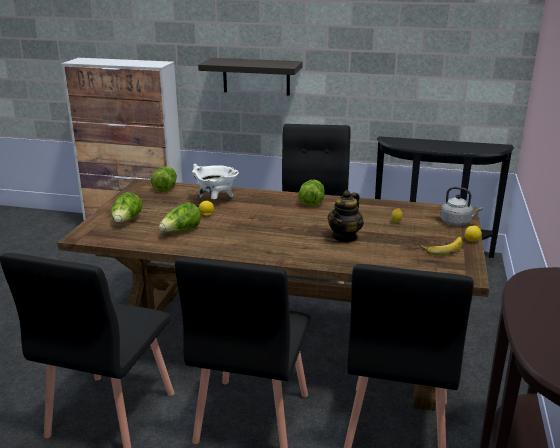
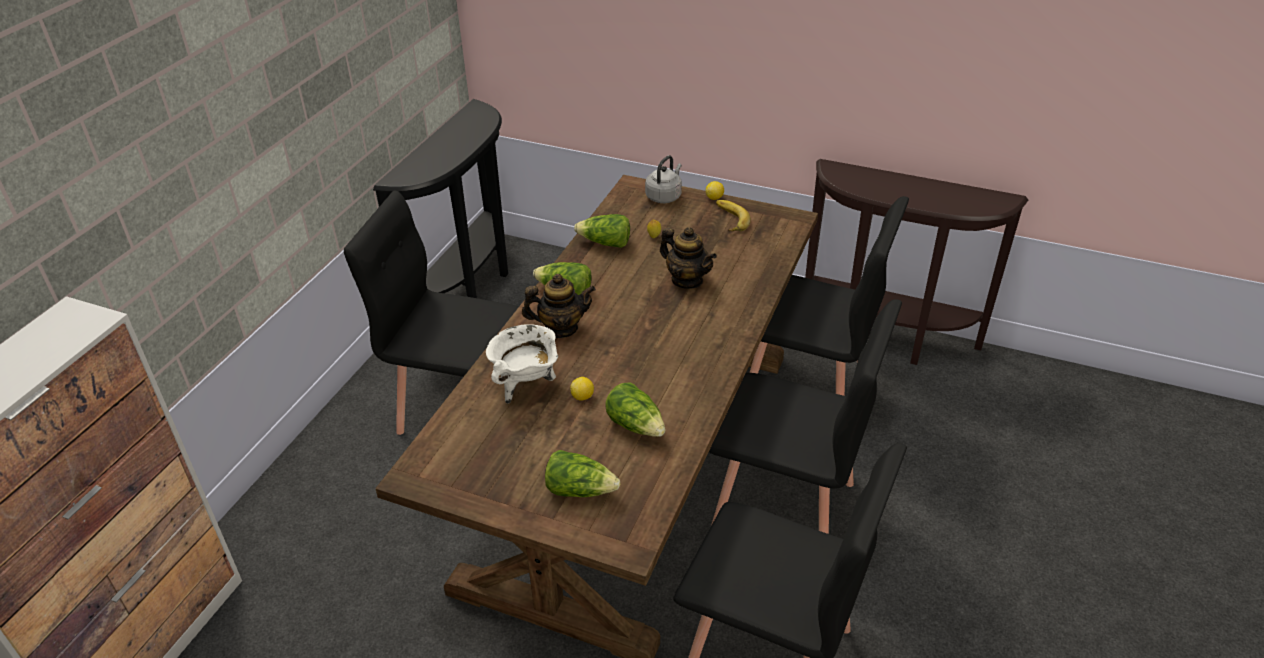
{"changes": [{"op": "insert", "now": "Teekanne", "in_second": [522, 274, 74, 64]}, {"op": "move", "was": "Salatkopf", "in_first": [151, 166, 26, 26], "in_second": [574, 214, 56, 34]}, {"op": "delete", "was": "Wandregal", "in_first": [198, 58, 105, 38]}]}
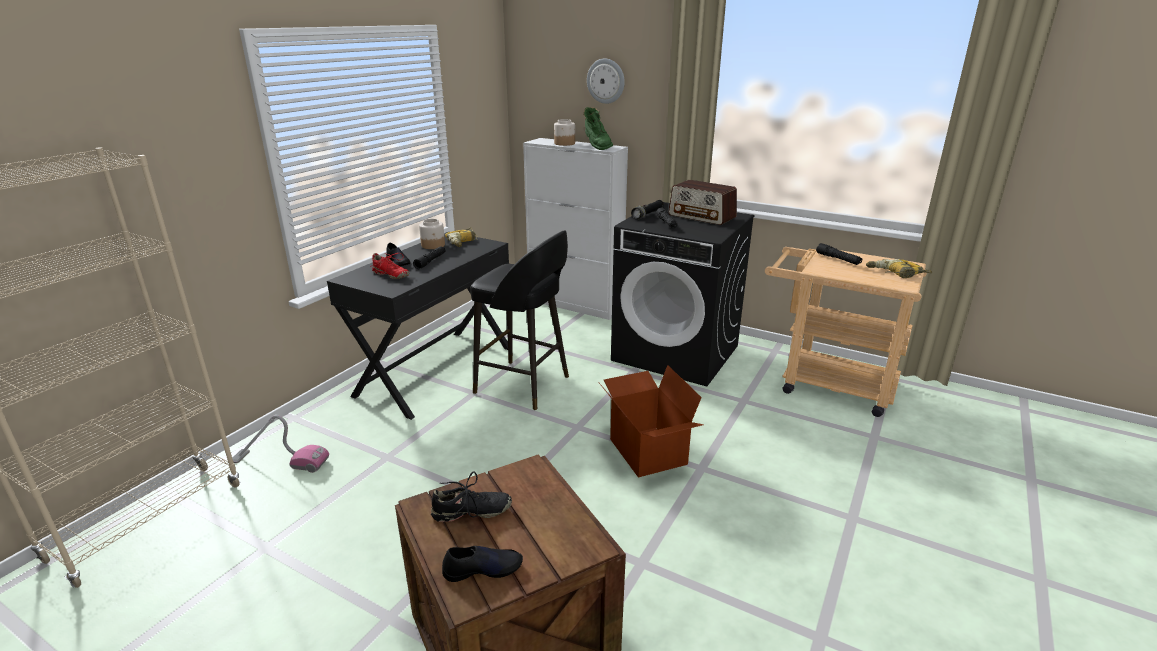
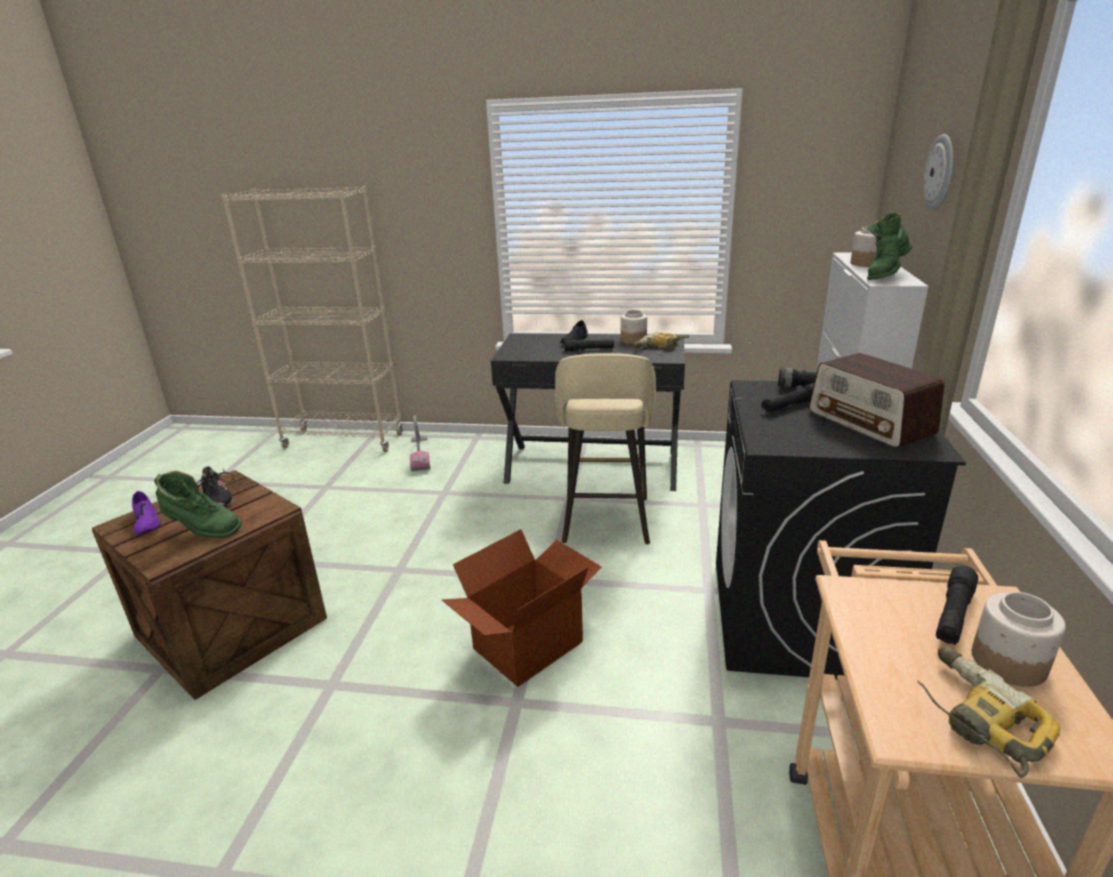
{"changes": [{"op": "recolor", "was": "Schuh (schwarz)", "now": "Schuh (lila)", "in_first": [442, 546, 81, 36], "in_second": [132, 491, 29, 43]}, {"op": "insert", "now": "Stiefel (grün)", "in_second": [154, 471, 88, 67]}, {"op": "recolor", "was": "Hocker (schwarz)", "now": "Hocker (beige)", "in_first": [471, 231, 98, 179], "in_second": [555, 353, 101, 191]}, {"op": "rotate", "was": "Radio", "in_first": [668, 180, 69, 45], "in_second": [809, 353, 135, 95], "clockwise": -45}, {"op": "insert", "now": "Vorratsglas", "in_second": [972, 592, 94, 95]}, {"op": "delete", "was": "Schuh (rot)", "in_first": [370, 253, 39, 26]}]}
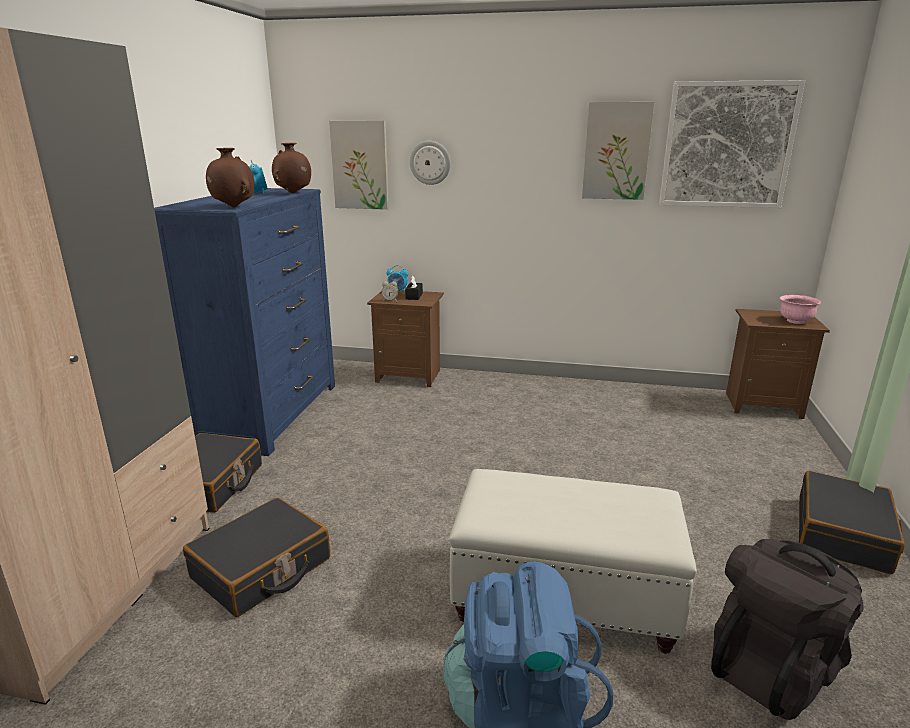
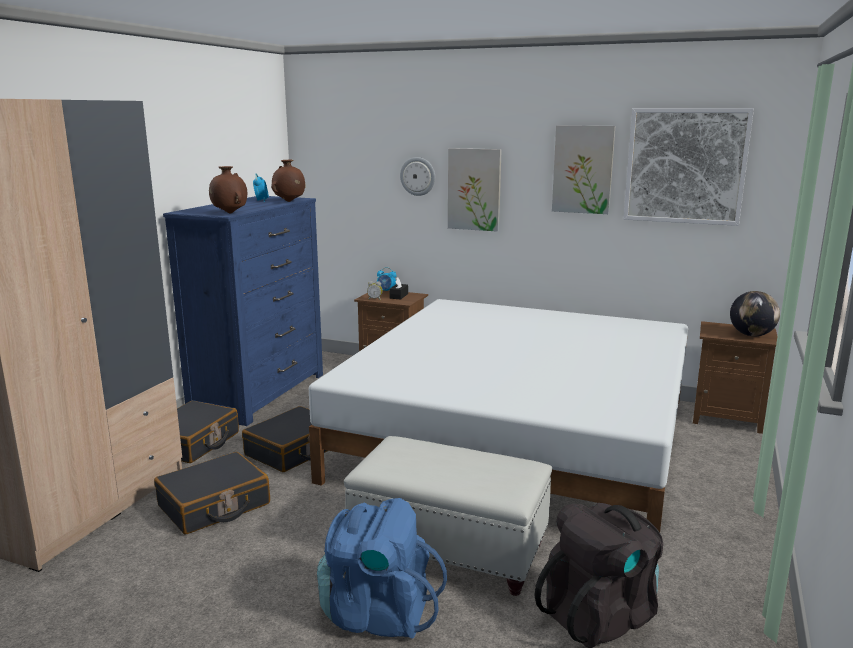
{"changes": [{"op": "move", "was": "Koffer (schwarz)", "in_first": [799, 471, 106, 103], "in_second": [242, 406, 86, 66]}, {"op": "insert", "now": "Bett (weiß)", "in_second": [309, 299, 379, 234]}, {"op": "move", "was": "Bild", "in_first": [329, 121, 60, 89], "in_second": [448, 148, 54, 84]}, {"op": "replace", "was": "Schüssel (rosa)", "now": "Globus", "in_first": [780, 295, 41, 29], "in_second": [730, 291, 50, 45]}]}
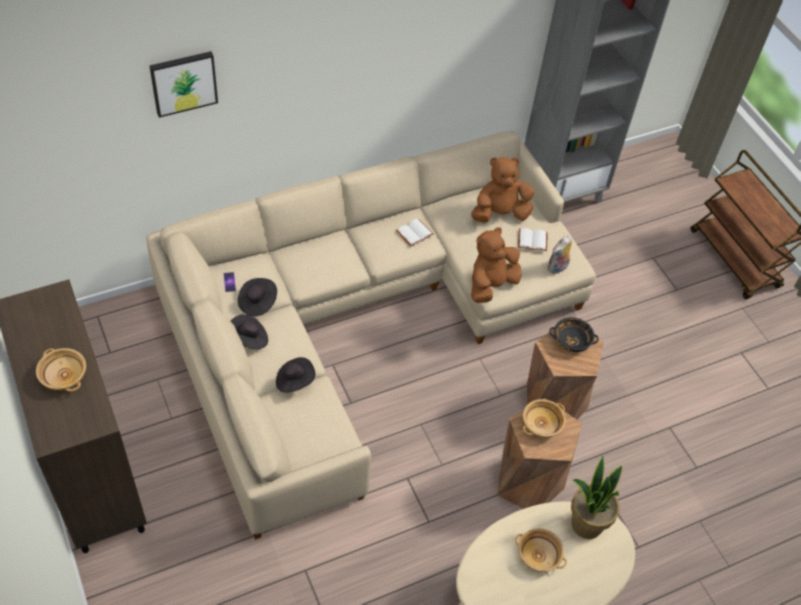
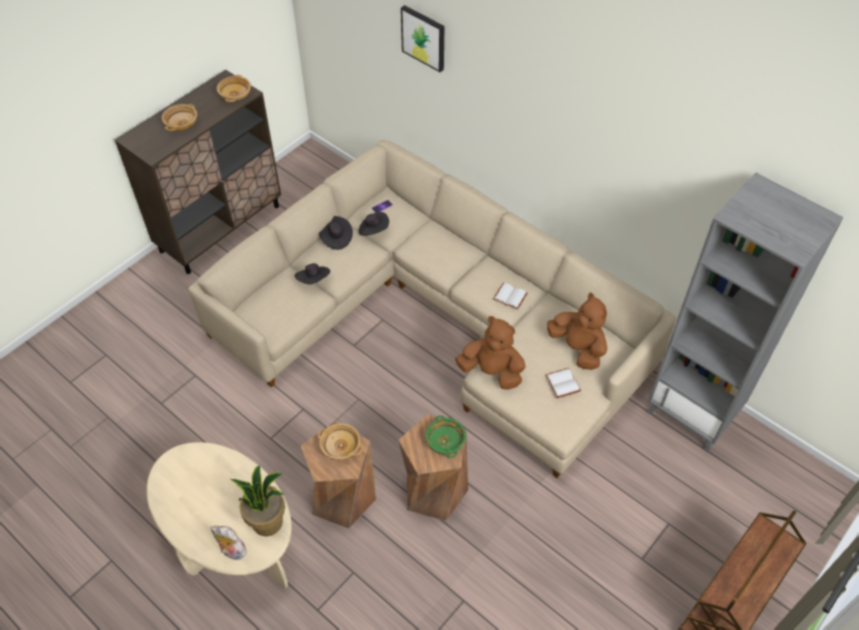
{"changes": [{"op": "move", "was": "Plüschtier", "in_first": [547, 236, 25, 38], "in_second": [210, 526, 37, 34]}, {"op": "move", "was": "Schüssel (beige)", "in_first": [515, 528, 52, 44], "in_second": [217, 75, 34, 27]}, {"op": "recolor", "was": "Schüssel (schwarz)", "now": "Schüssel (grün)", "in_first": [549, 317, 50, 35], "in_second": [426, 415, 40, 43]}]}
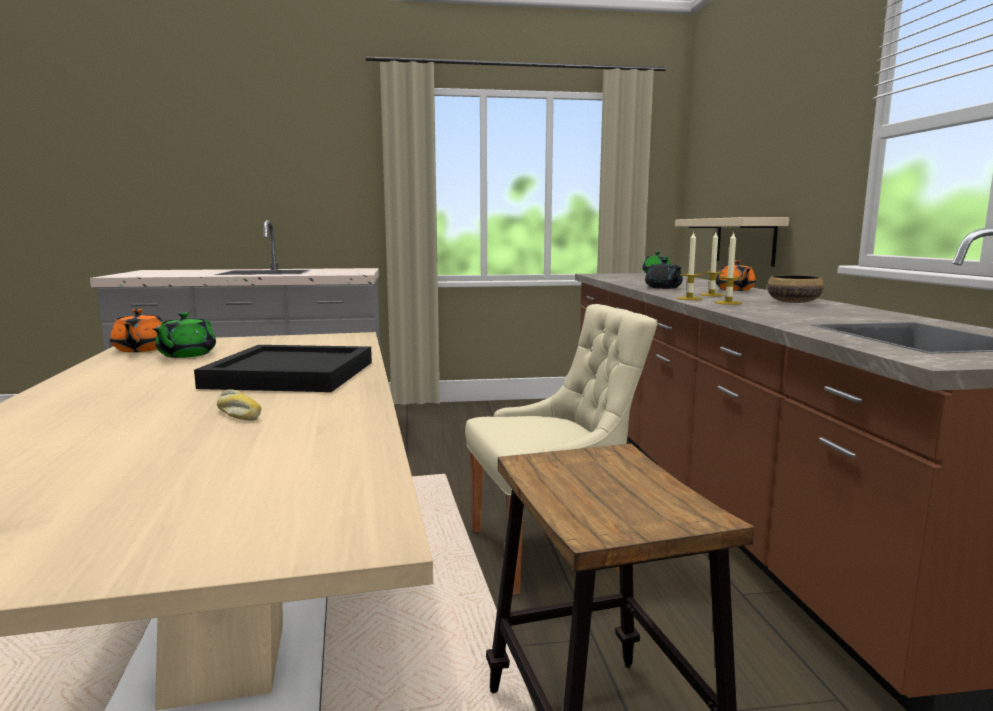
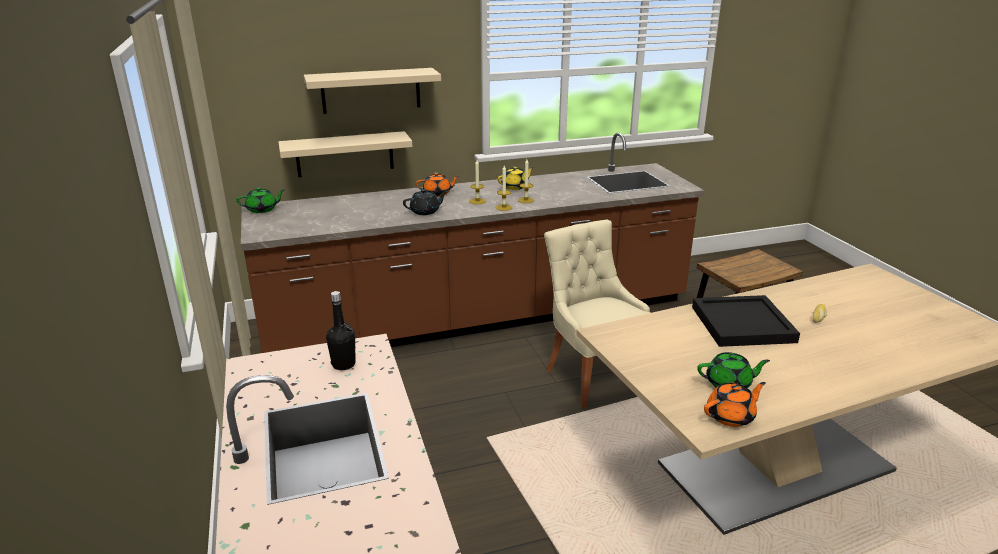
{"changes": [{"op": "insert", "now": "Wandregal (beige)", "in_second": [304, 68, 137, 46]}, {"op": "insert", "now": "Flasche (schwarz)", "in_second": [326, 291, 29, 79]}, {"op": "replace", "was": "Schüssel", "now": "Teekanne (gelb)", "in_first": [767, 275, 57, 28], "in_second": [498, 166, 36, 24]}]}
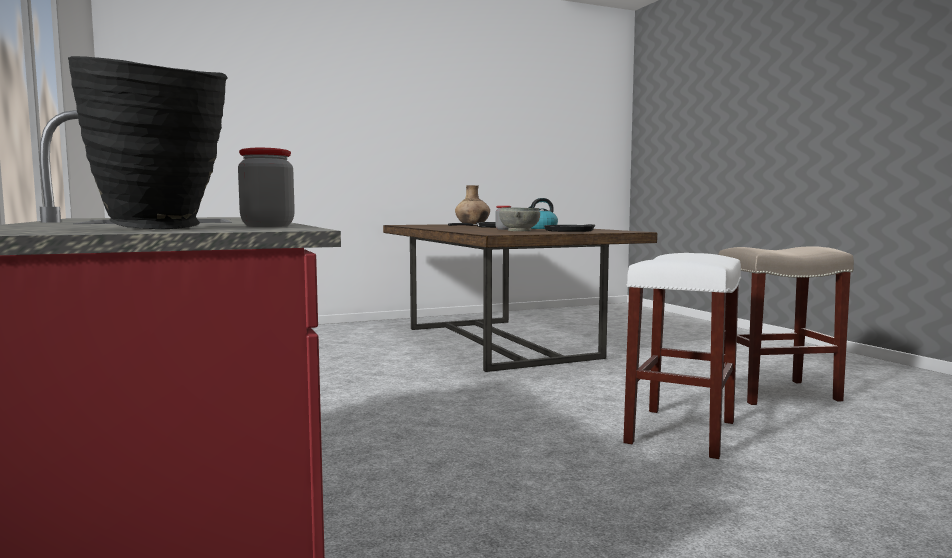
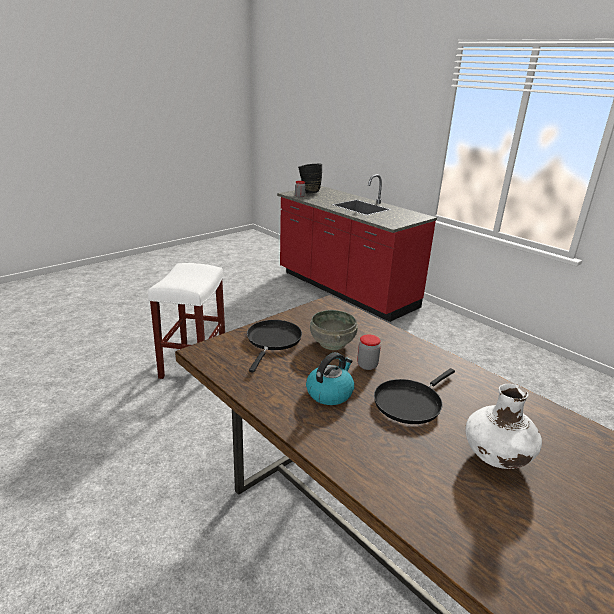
{"changes": [{"op": "recolor", "was": "Vase (braun)", "now": "Vase (weiß)", "in_first": [455, 185, 35, 41], "in_second": [466, 384, 76, 85]}, {"op": "delete", "was": "Hocker (beige)", "in_first": [718, 246, 136, 159]}]}
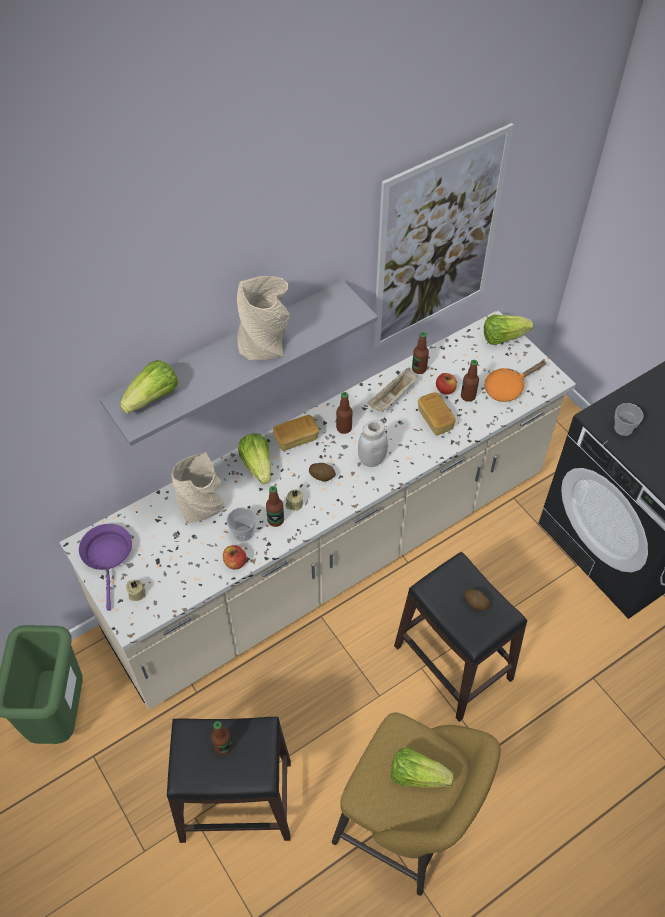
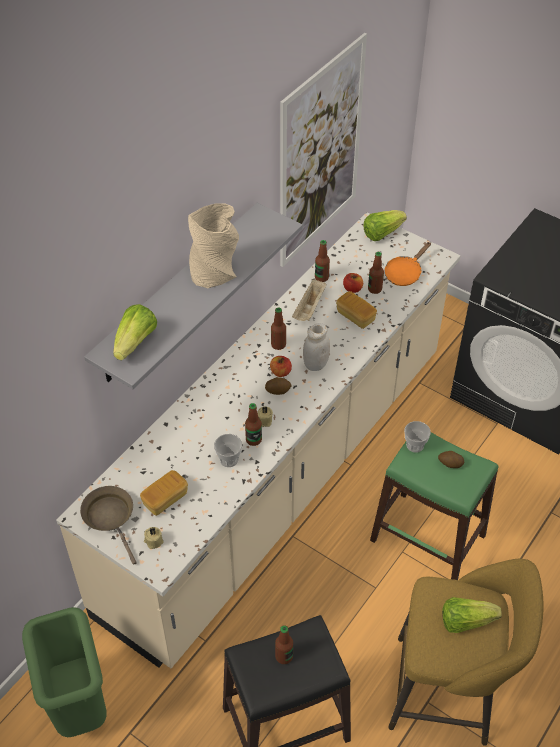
{"changes": [{"op": "recolor", "was": "Pfanne (lila)", "now": "Pfanne (braun)", "in_first": [79, 524, 53, 87], "in_second": [80, 486, 57, 79]}, {"op": "move", "was": "Brot", "in_first": [273, 415, 46, 36], "in_second": [140, 470, 48, 46]}, {"op": "move", "was": "Apfel", "in_first": [223, 545, 23, 24], "in_second": [270, 356, 22, 21]}, {"op": "recolor", "was": "Hocker (schwarz)", "now": "Hocker (grün)", "in_first": [394, 552, 133, 170], "in_second": [370, 432, 129, 148]}, {"op": "move", "was": "Tasse", "in_first": [614, 403, 30, 33], "in_second": [404, 421, 27, 31]}, {"op": "delete", "was": "Vase (beige)", "in_first": [171, 452, 52, 71]}, {"op": "delete", "was": "Salatkopf", "in_first": [238, 433, 33, 51]}]}
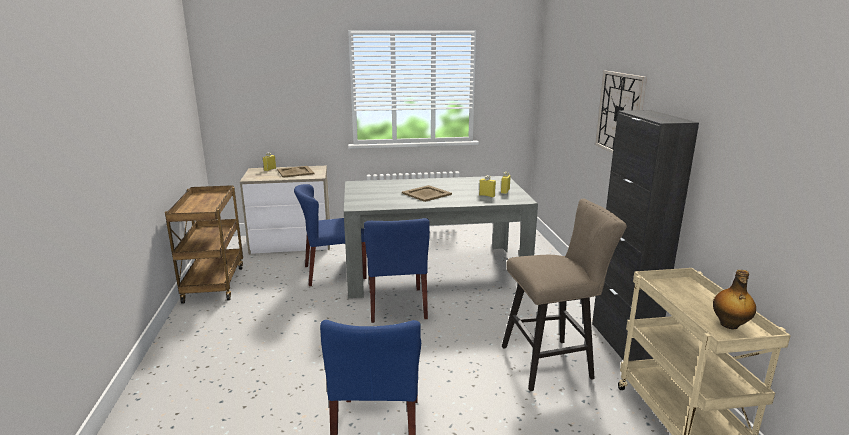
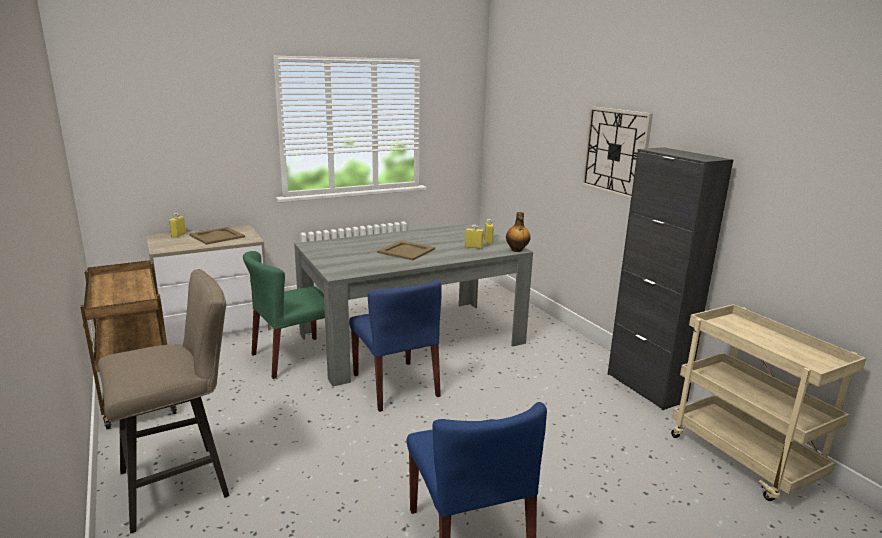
{"changes": [{"op": "move", "was": "Hocker (beige)", "in_first": [502, 199, 125, 192], "in_second": [98, 269, 131, 265]}, {"op": "recolor", "was": "Stuhl (blau)", "now": "Stuhl (grün)", "in_first": [294, 184, 73, 102], "in_second": [243, 251, 82, 128]}, {"op": "move", "was": "Flasche", "in_first": [713, 270, 43, 59], "in_second": [506, 212, 25, 40]}]}
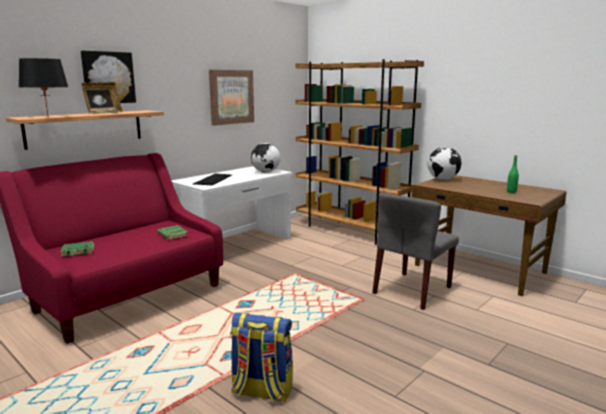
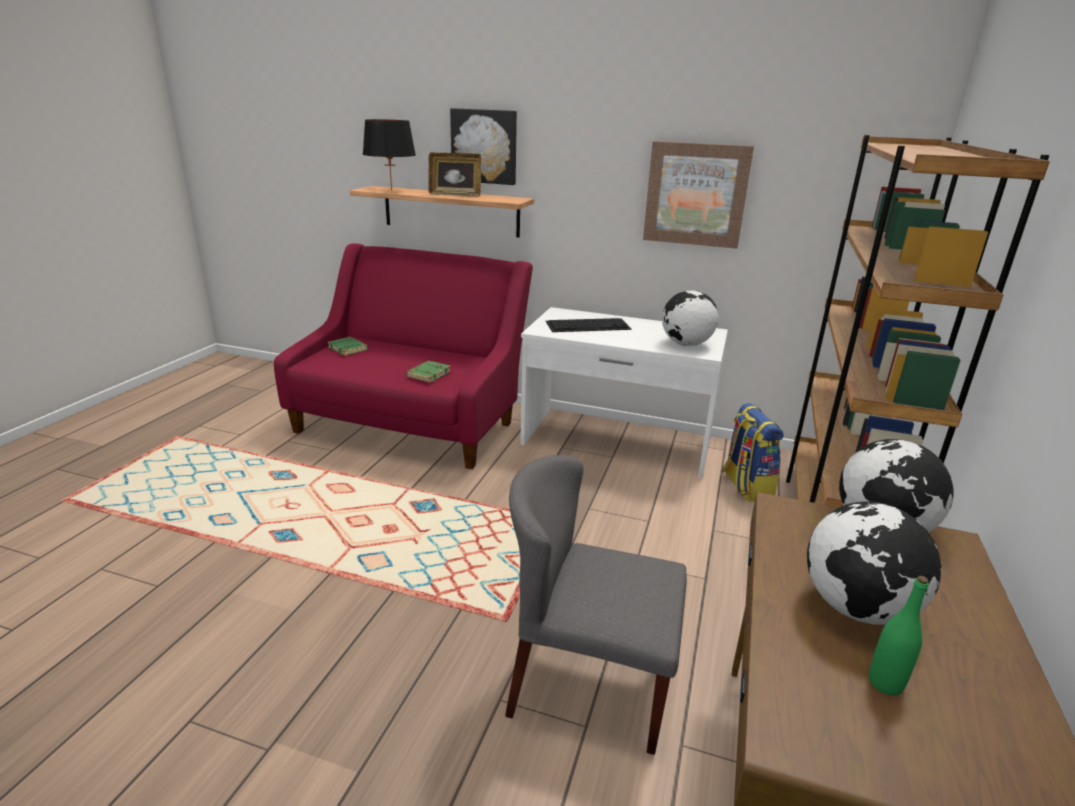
{"changes": [{"op": "move", "was": "Rucksack", "in_first": [230, 313, 63, 89], "in_second": [722, 403, 62, 99]}, {"op": "insert", "now": "Globus", "in_second": [807, 501, 135, 124]}]}
